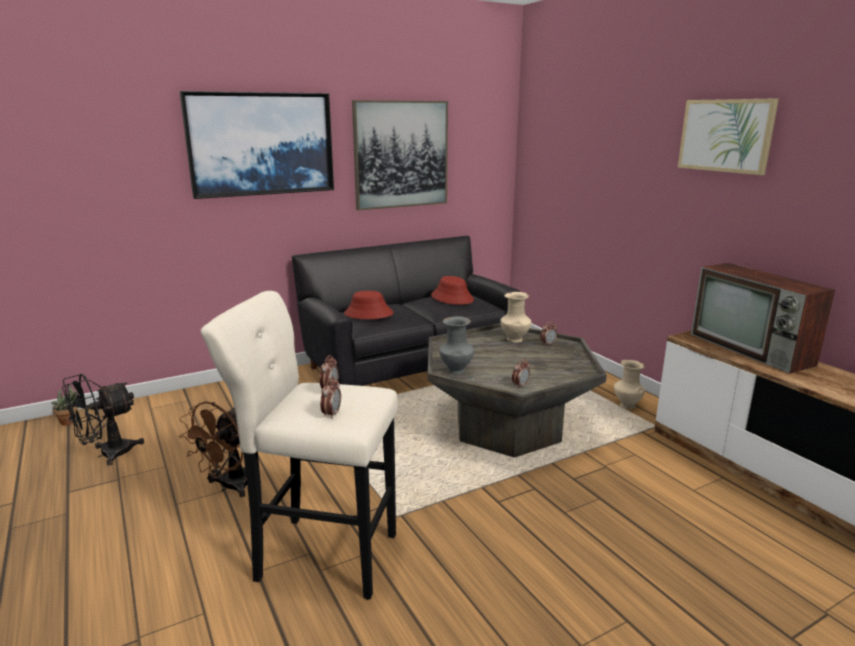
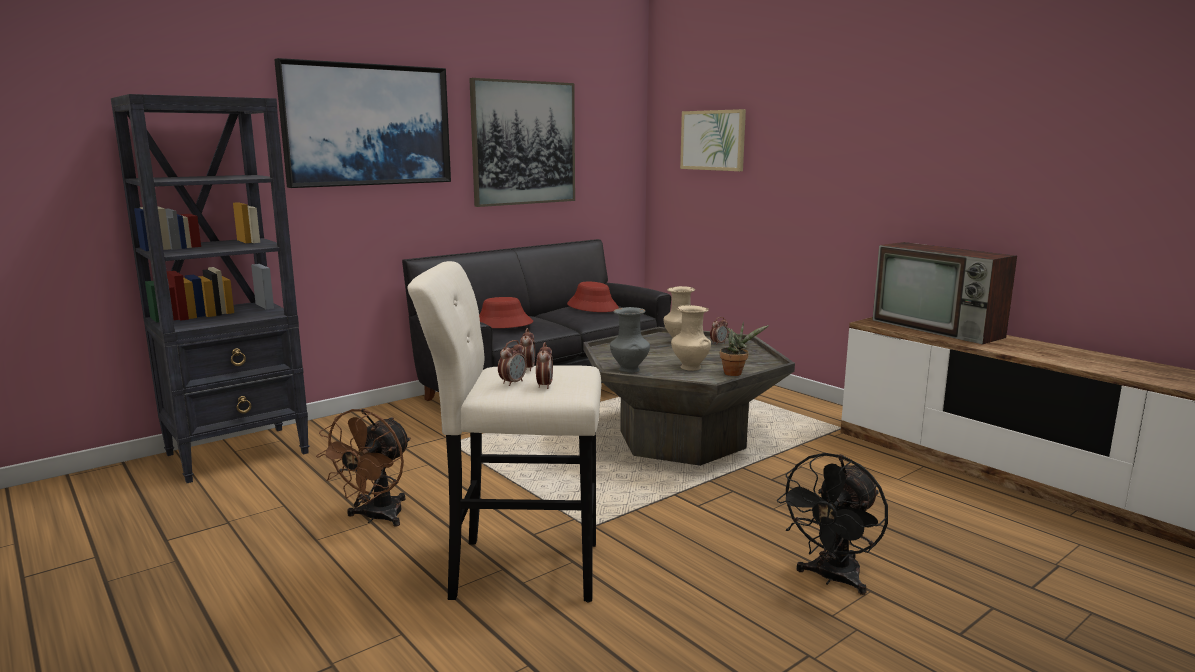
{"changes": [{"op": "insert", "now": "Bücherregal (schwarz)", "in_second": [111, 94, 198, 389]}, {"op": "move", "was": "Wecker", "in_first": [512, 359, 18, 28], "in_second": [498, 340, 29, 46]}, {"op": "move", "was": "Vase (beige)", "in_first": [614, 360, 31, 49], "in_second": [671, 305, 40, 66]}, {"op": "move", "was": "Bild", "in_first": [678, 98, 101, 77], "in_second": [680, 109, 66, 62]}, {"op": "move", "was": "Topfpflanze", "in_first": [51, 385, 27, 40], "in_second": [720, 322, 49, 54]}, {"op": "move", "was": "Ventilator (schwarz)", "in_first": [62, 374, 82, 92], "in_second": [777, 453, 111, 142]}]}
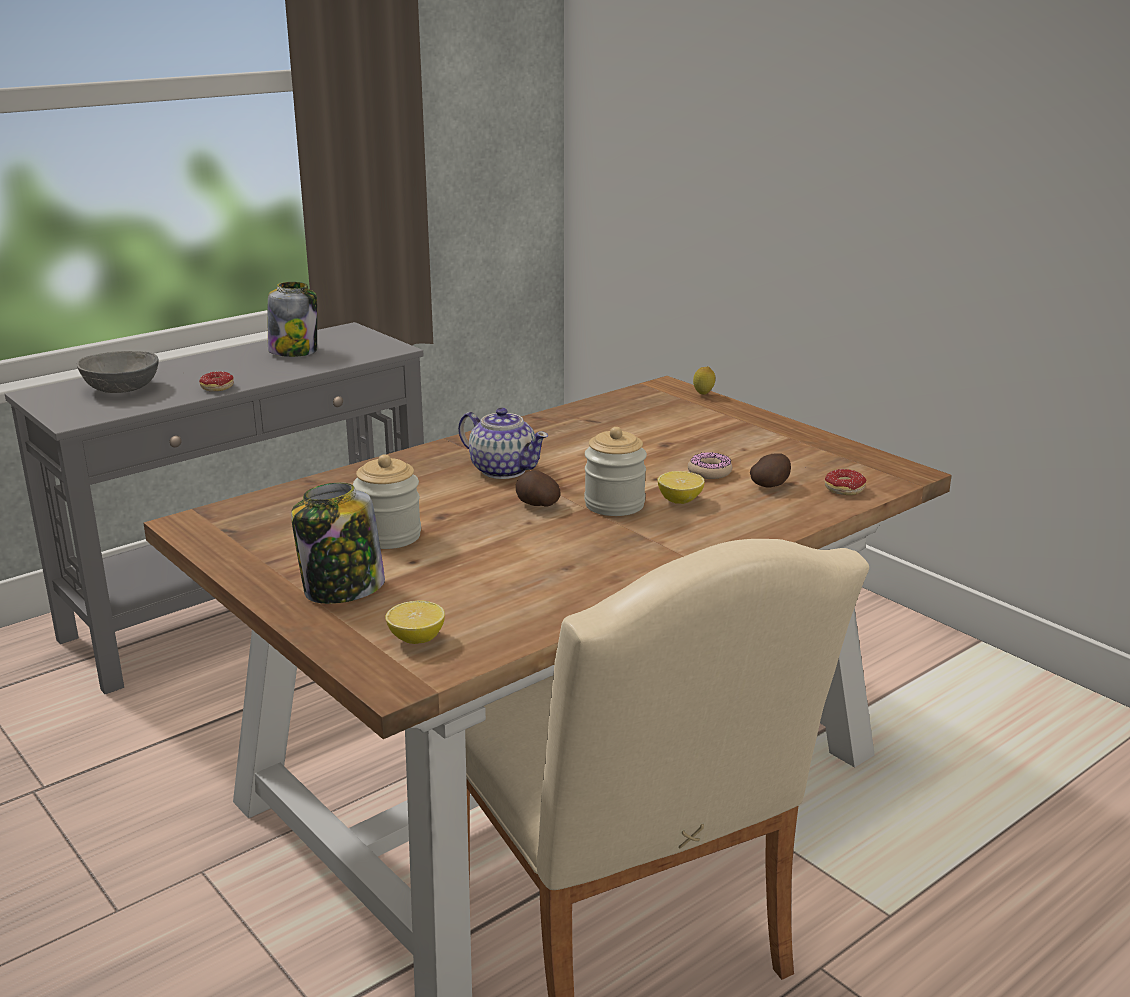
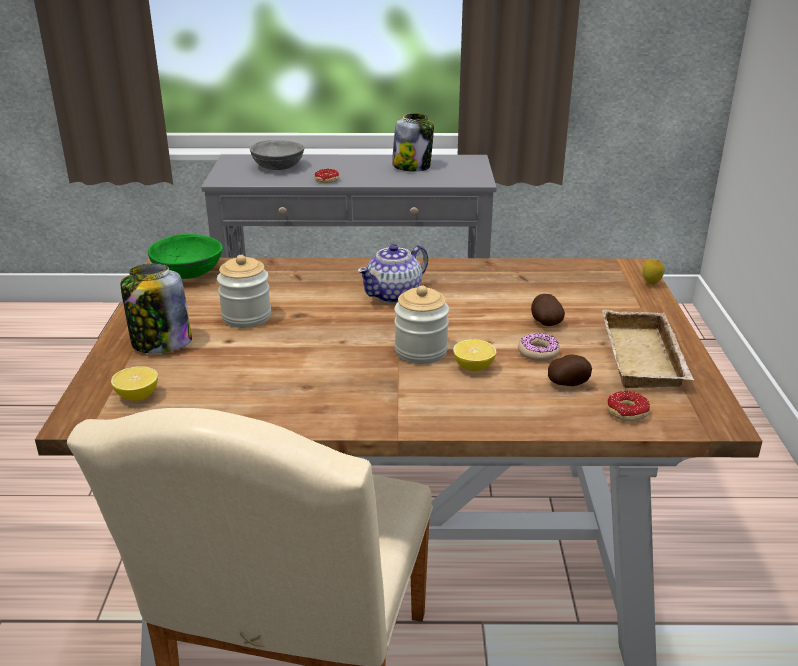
{"changes": [{"op": "insert", "now": "Schüssel (grün)", "in_second": [148, 234, 75, 45]}, {"op": "rotate", "was": "Teekanne", "in_first": [458, 408, 90, 71], "in_second": [357, 244, 71, 60], "clockwise": 60}, {"op": "move", "was": "Kartoffel", "in_first": [516, 470, 44, 37], "in_second": [531, 294, 34, 32]}, {"op": "insert", "now": "Tablett (beige)", "in_second": [602, 309, 92, 79]}]}
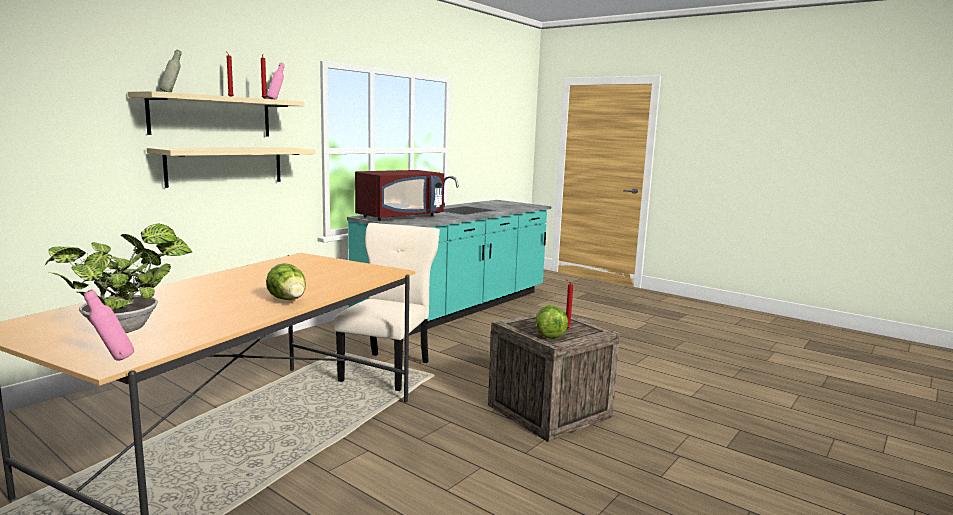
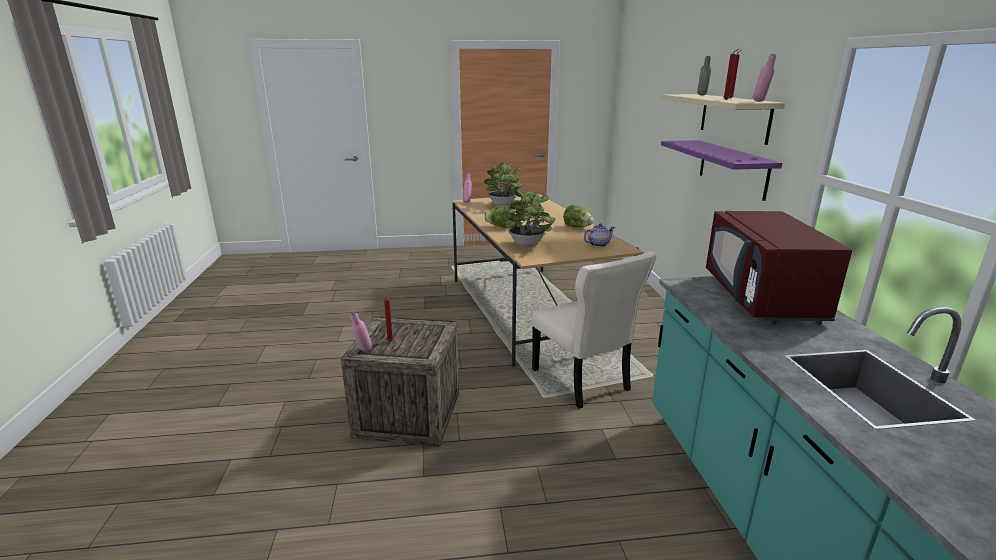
{"changes": [{"op": "insert", "now": "Flasche (rosa)", "in_second": [351, 312, 21, 39]}, {"op": "insert", "now": "Topfpflanze", "in_second": [503, 191, 53, 56]}, {"op": "move", "was": "Salatkopf", "in_first": [536, 305, 32, 34], "in_second": [563, 205, 31, 22]}, {"op": "insert", "now": "Teekanne", "in_second": [584, 223, 31, 24]}, {"op": "recolor", "was": "Wandregal (beige)", "now": "Wandregal (lila)", "in_first": [147, 147, 168, 41], "in_second": [661, 140, 121, 61]}]}
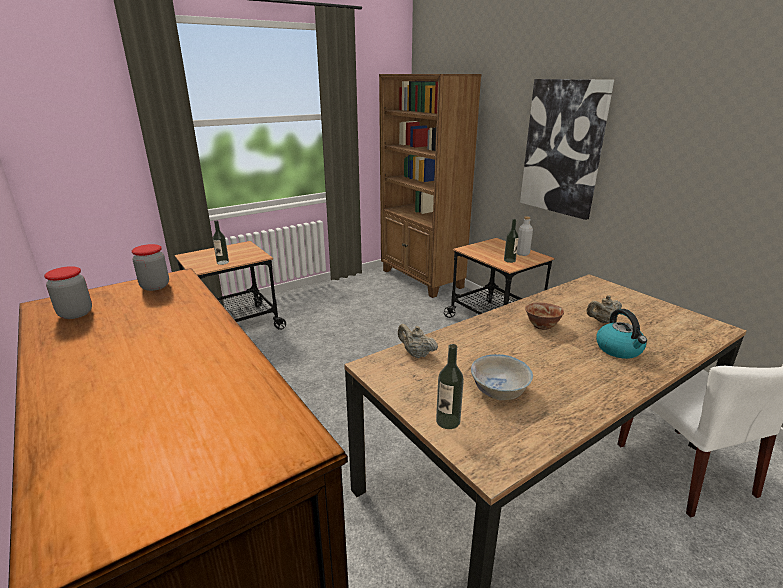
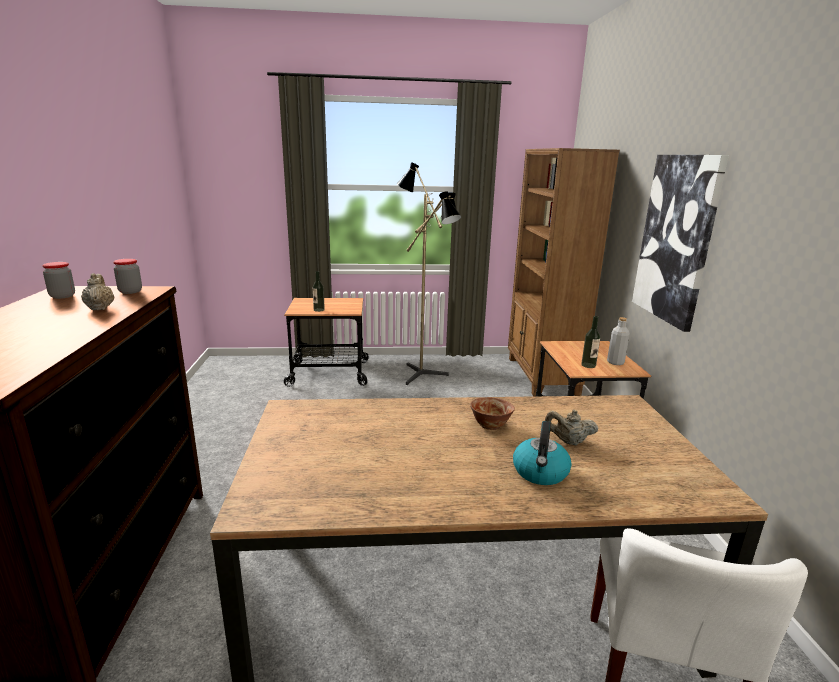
{"changes": [{"op": "move", "was": "Teekanne (beige)", "in_first": [398, 324, 40, 34], "in_second": [81, 273, 33, 37]}, {"op": "insert", "now": "Stehlampe", "in_second": [396, 162, 65, 223]}, {"op": "delete", "was": "Flasche", "in_first": [436, 344, 28, 85]}, {"op": "delete", "was": "Schüssel (weiß)", "in_first": [471, 354, 62, 46]}]}
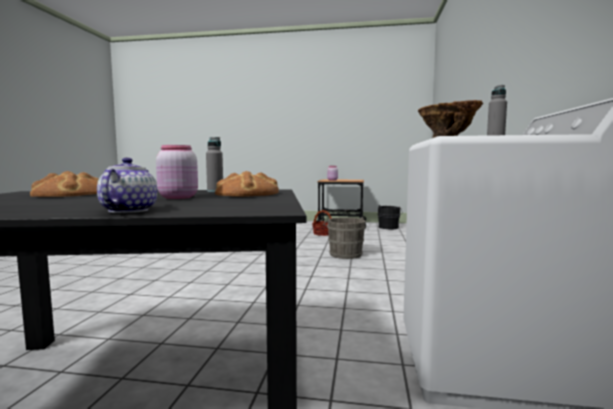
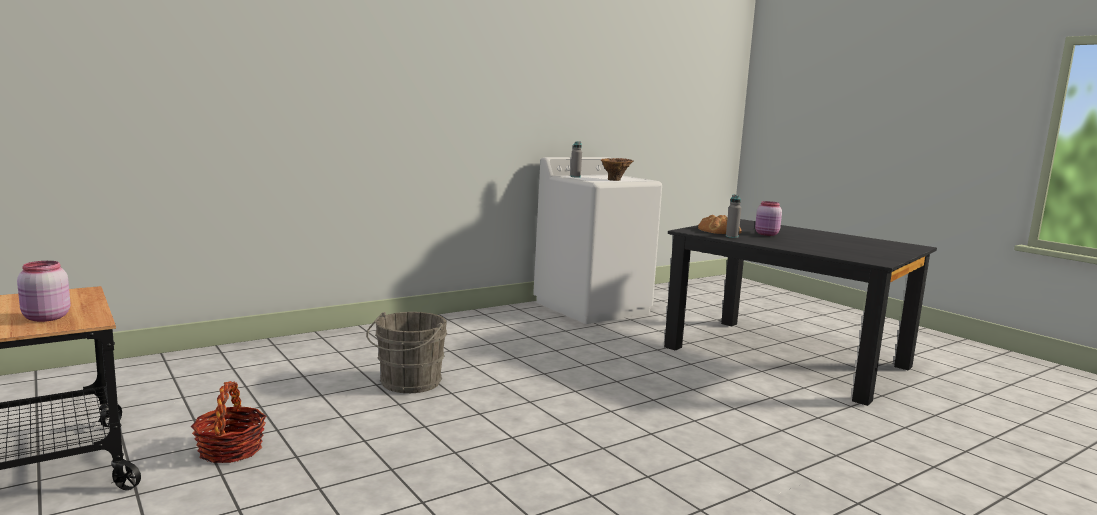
{"changes": [{"op": "delete", "was": "Brot", "in_first": [30, 171, 69, 26]}, {"op": "delete", "was": "Teekanne", "in_first": [97, 158, 60, 55]}, {"op": "delete", "was": "Eimer (schwarz)", "in_first": [378, 205, 24, 25]}]}
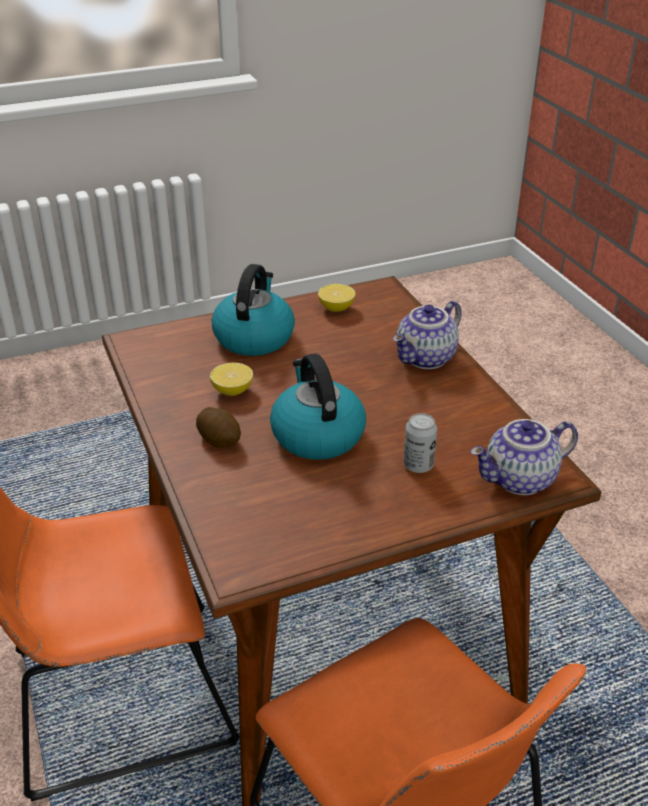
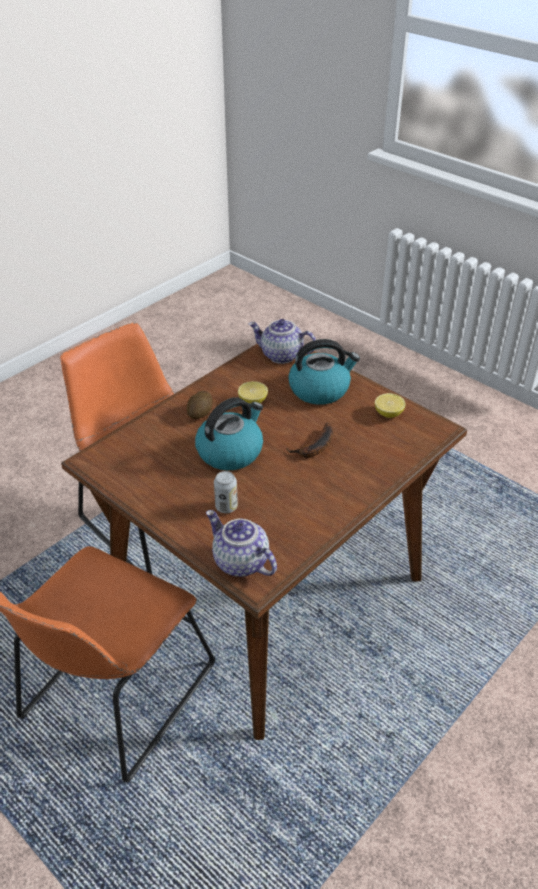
{"changes": [{"op": "move", "was": "Teekanne", "in_first": [393, 300, 69, 69], "in_second": [248, 319, 68, 45]}, {"op": "insert", "now": "Banane", "in_second": [286, 423, 47, 34]}]}
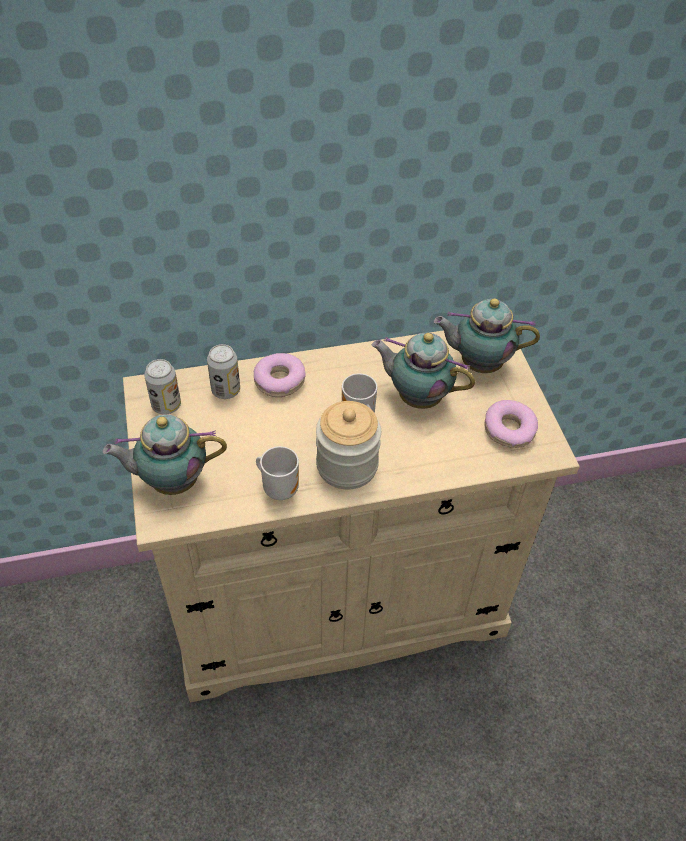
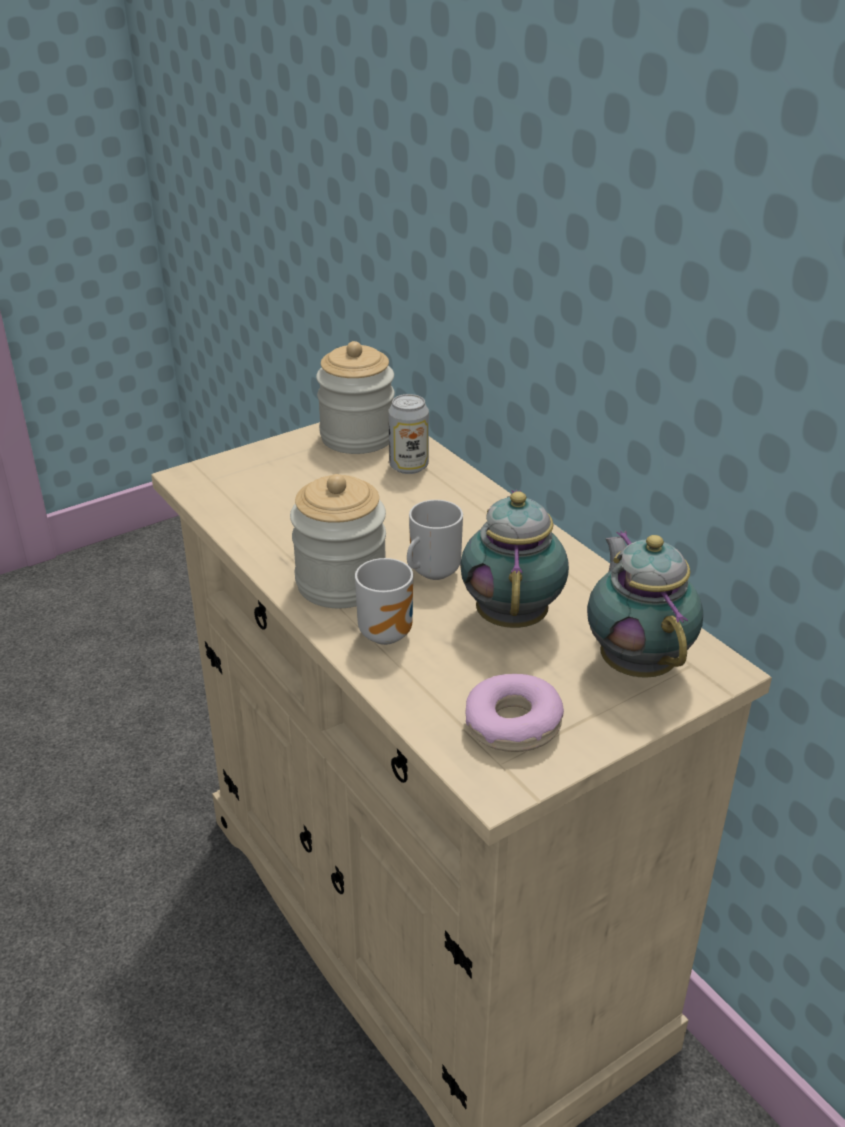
{"changes": [{"op": "replace", "was": "Dose", "now": "Vorratsglas", "in_first": [144, 359, 37, 55], "in_second": [316, 341, 79, 113]}, {"op": "move", "was": "Henkelbecher", "in_first": [256, 446, 43, 54], "in_second": [355, 558, 58, 87]}, {"op": "delete", "was": "Teekanne", "in_first": [102, 414, 125, 81]}, {"op": "delete", "was": "Donut", "in_first": [254, 353, 52, 44]}]}
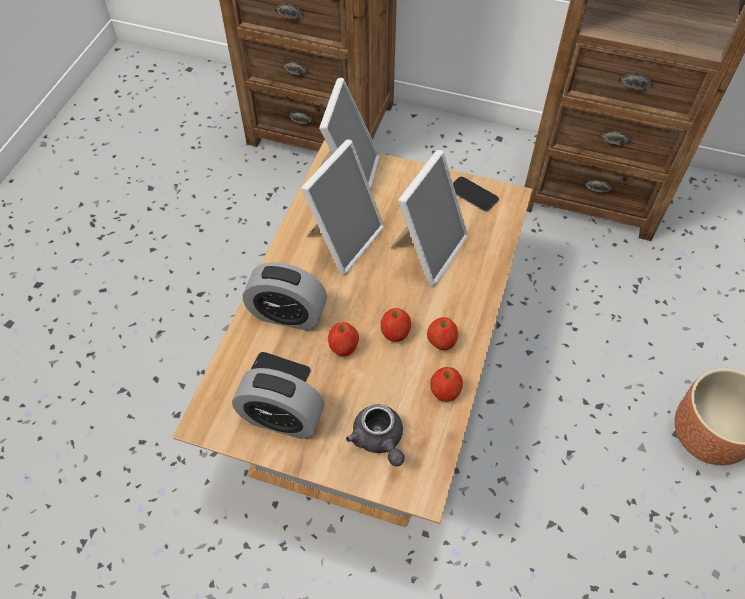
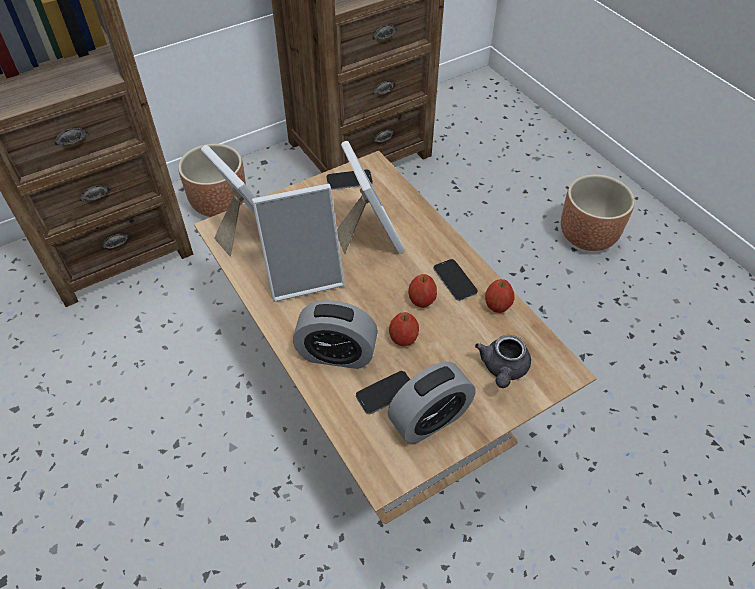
{"changes": [{"op": "insert", "now": "Pflanzkübel (braun)", "in_second": [178, 144, 68, 73]}, {"op": "rotate", "was": "Bilderrahmen", "in_first": [301, 139, 84, 136], "in_second": [252, 184, 93, 118], "clockwise": 90}, {"op": "rotate", "was": "Wecker", "in_first": [243, 262, 84, 68], "in_second": [293, 300, 85, 69], "clockwise": 45}, {"op": "replace", "was": "Apfel", "now": "Handy", "in_first": [427, 317, 31, 33], "in_second": [433, 259, 45, 42]}, {"op": "rotate", "was": "Teekanne (grau)", "in_first": [346, 404, 59, 62], "in_second": [475, 335, 56, 53], "clockwise": 90}]}
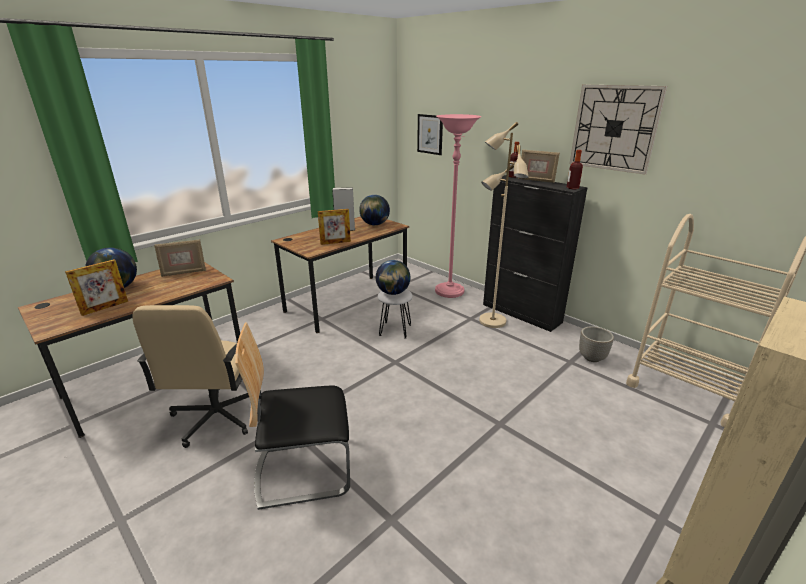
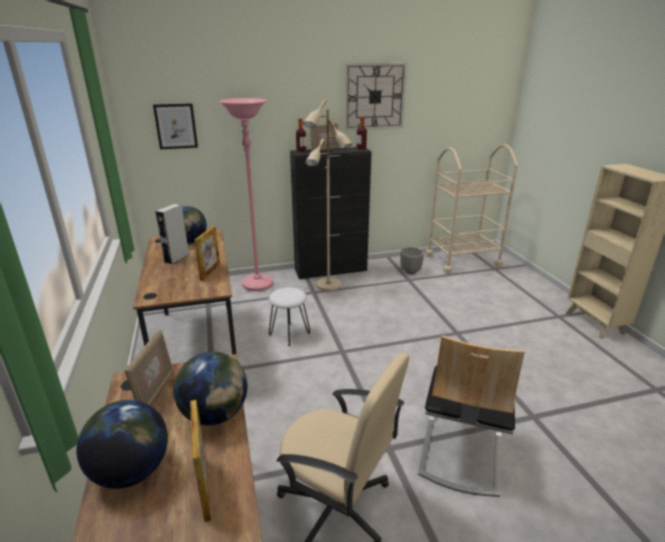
{"changes": [{"op": "move", "was": "Globus", "in_first": [376, 260, 35, 35], "in_second": [174, 352, 73, 73]}]}
